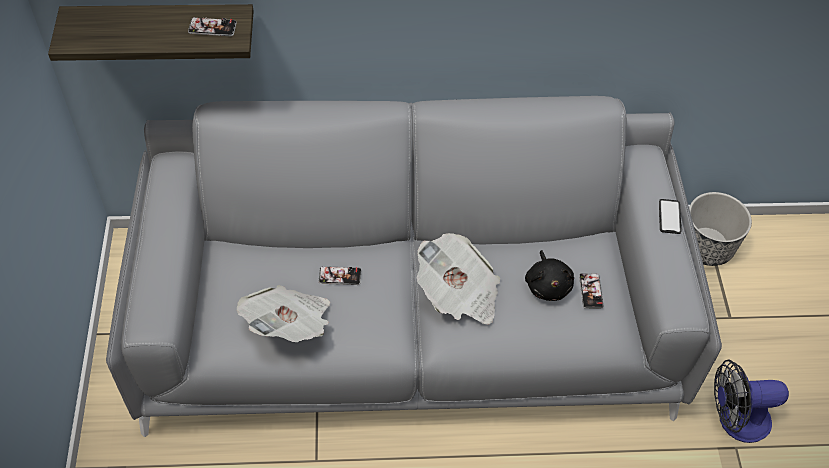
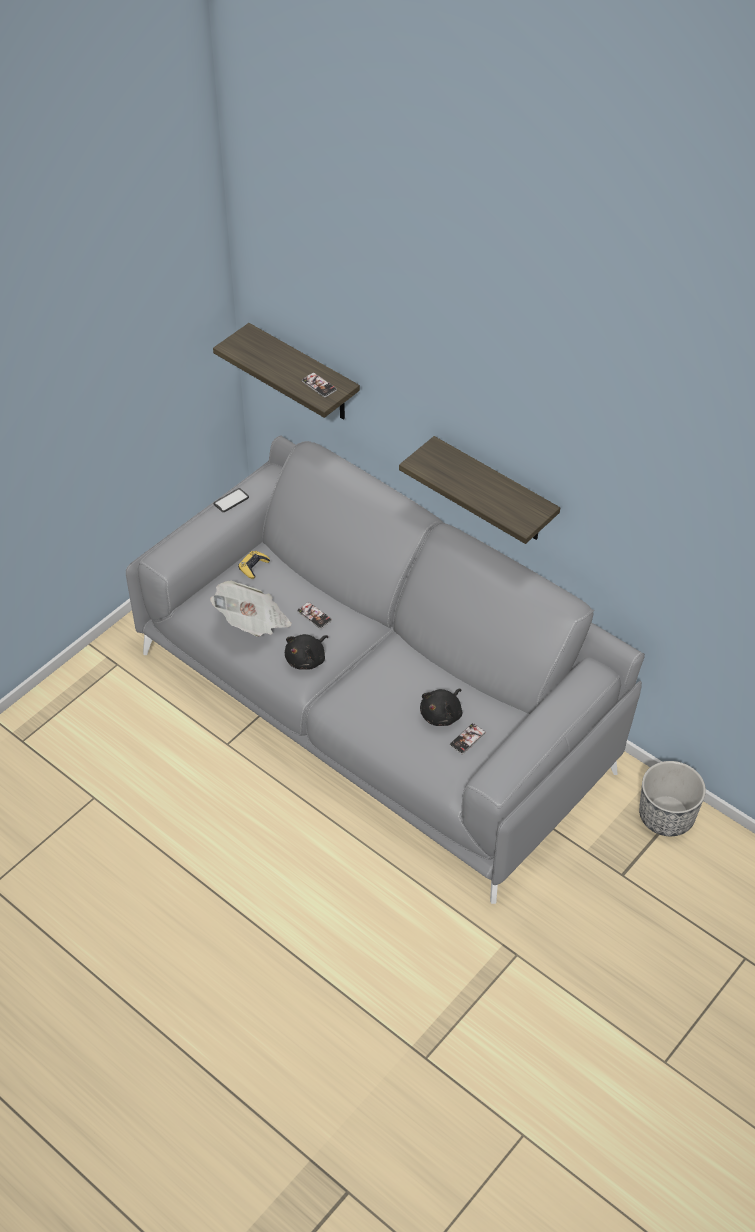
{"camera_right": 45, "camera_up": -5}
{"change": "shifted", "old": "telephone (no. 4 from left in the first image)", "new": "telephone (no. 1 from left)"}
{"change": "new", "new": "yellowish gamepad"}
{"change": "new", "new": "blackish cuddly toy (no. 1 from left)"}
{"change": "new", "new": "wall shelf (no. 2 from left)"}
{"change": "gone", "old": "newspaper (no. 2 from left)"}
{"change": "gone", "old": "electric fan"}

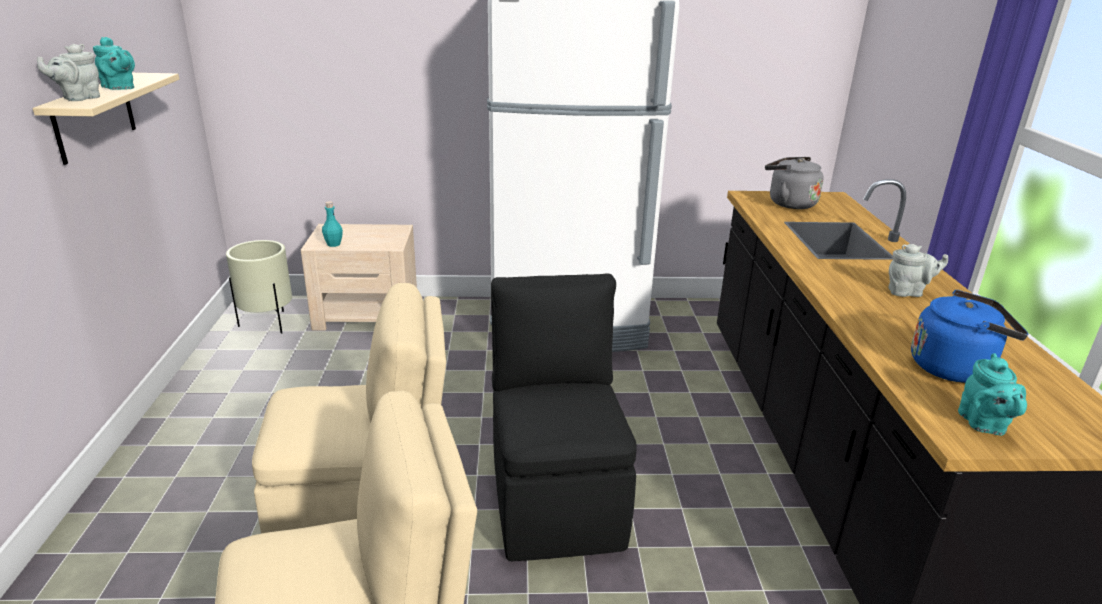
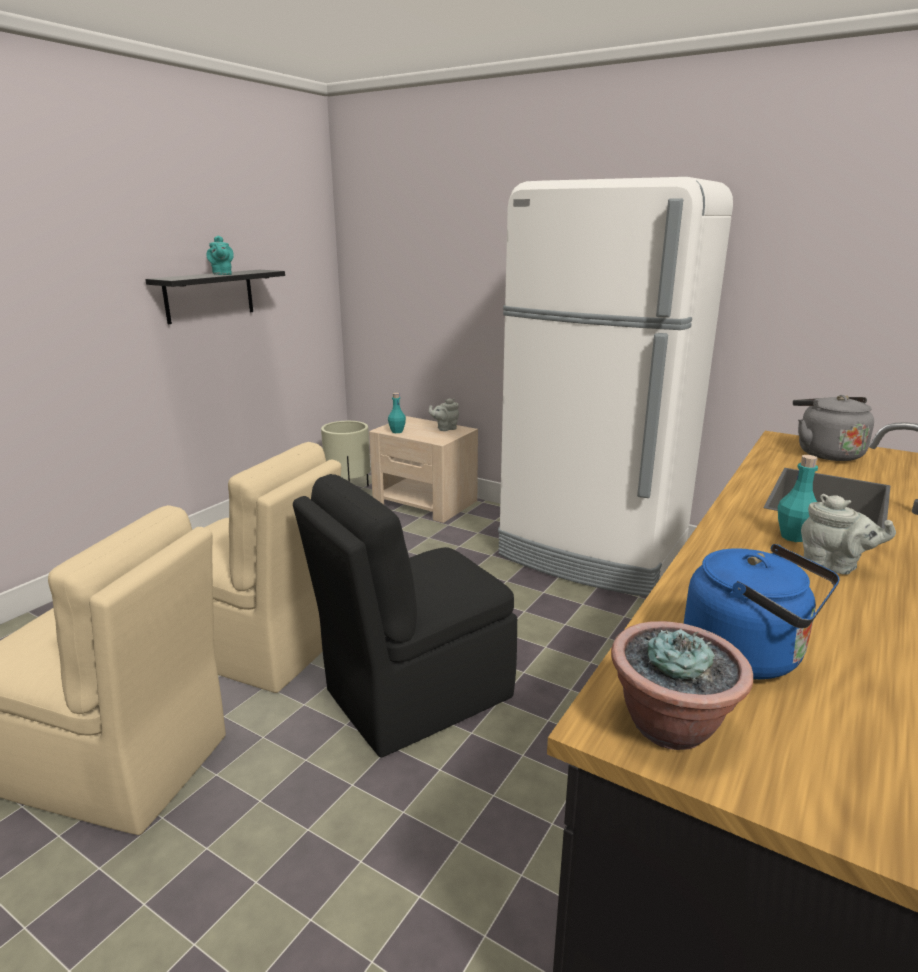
{"camera_right": 35, "camera_up": -5}
{"change": "repainted", "old": "sand-coloured wall shelf", "new": "blackish wall shelf"}
{"change": "rotated", "old": "blackish plain chair", "degrees": -150}
{"change": "shifted", "old": "greyish tea pot (no. 1 from left)"}
{"change": "swapped", "old": "turquoise tea pot (no. 2 from left)", "new": "plant in a pot"}
{"change": "new", "new": "turquoise drink bottle (no. 2 from left)"}

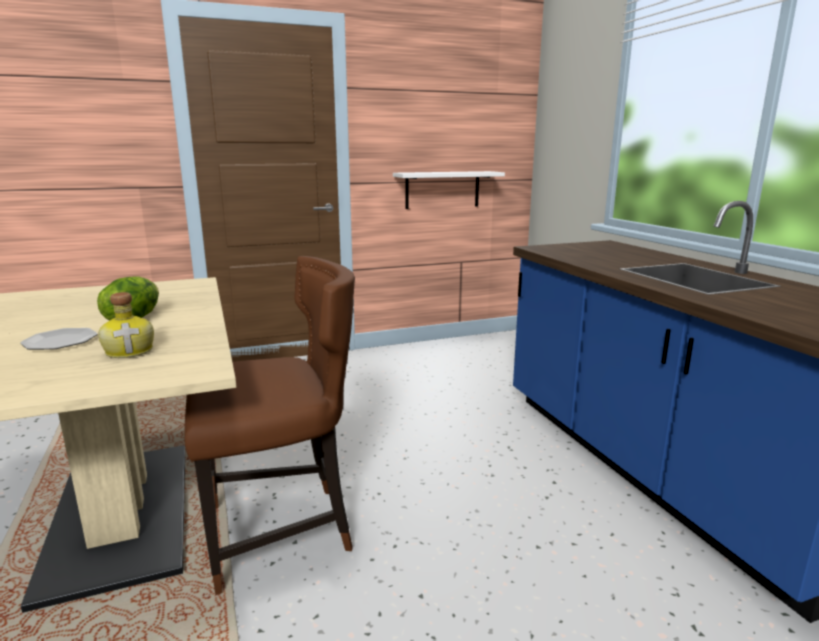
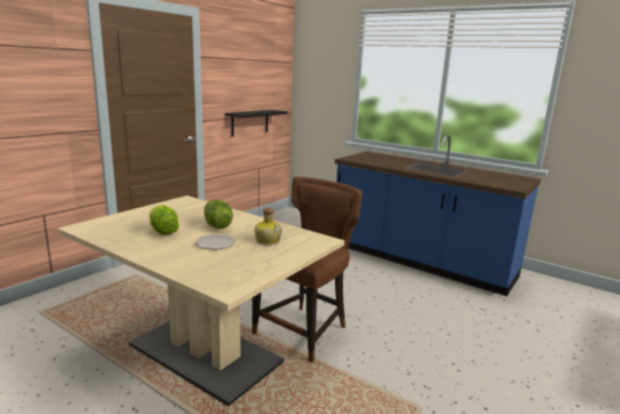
{"camera_right": -35, "camera_up": 0}
{"change": "new", "new": "lettuce (no. 1 from left)"}
{"change": "repainted", "old": "white wall shelf", "new": "blackish wall shelf"}

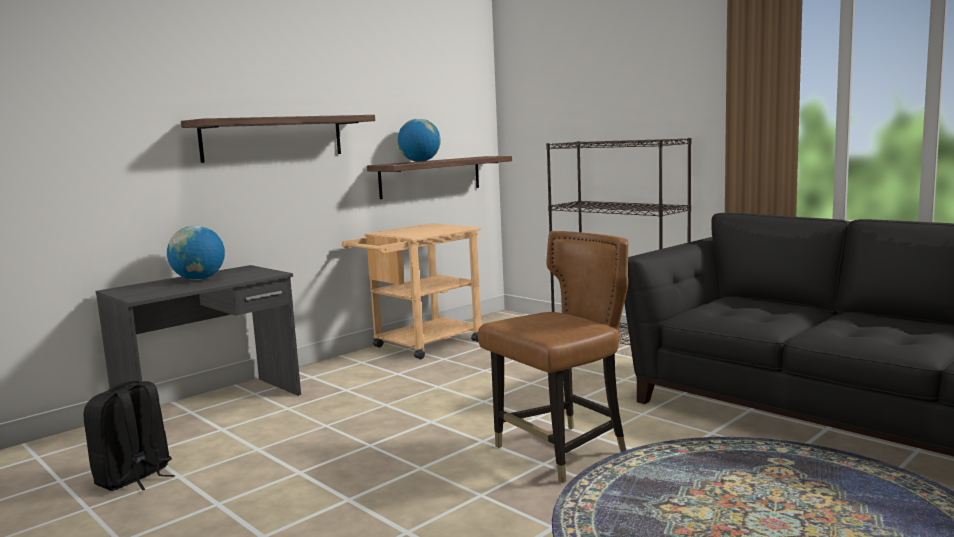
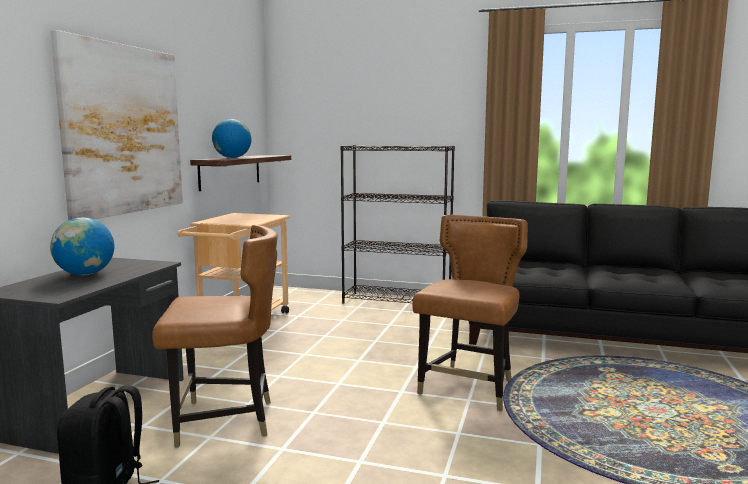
{"camera_right": -30, "camera_up": 0}
{"change": "swapped", "old": "wall shelf (no. 1 from left)", "new": "wall art"}
{"change": "new", "new": "brown plain chair (no. 1 from left)"}

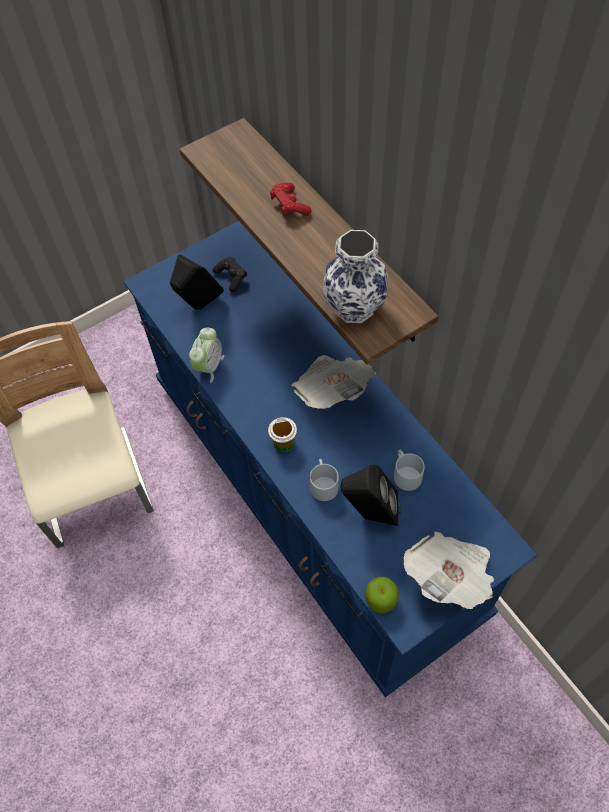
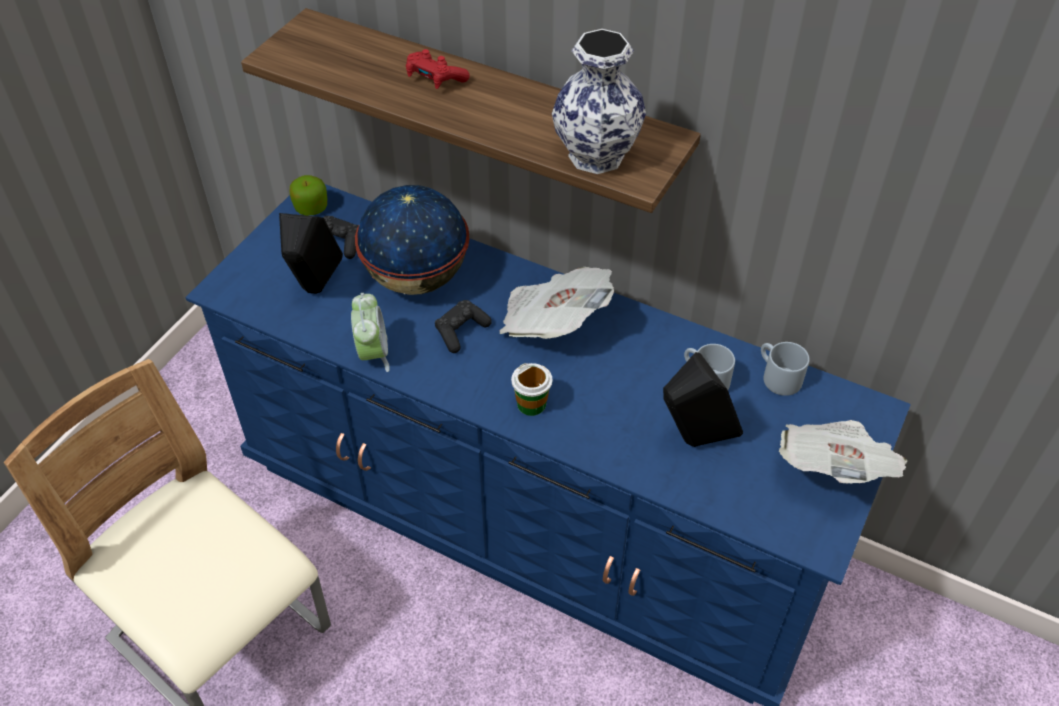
{"camera_right": -30, "camera_up": -10}
{"change": "shifted", "old": "apple"}
{"change": "new", "new": "globe"}
{"change": "new", "new": "blackish gamepad (no. 2 from left)"}
{"change": "shifted", "old": "greyish mug (no. 1 from left in the first image)", "new": "greyish mug (no. 2 from left)"}

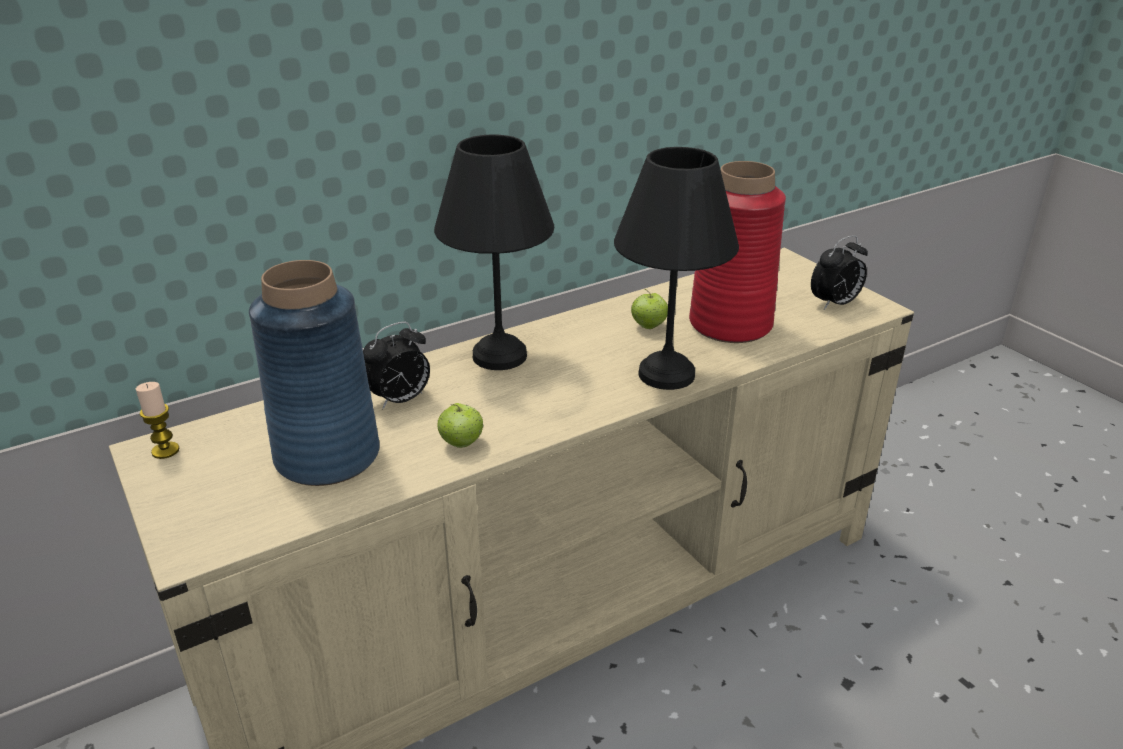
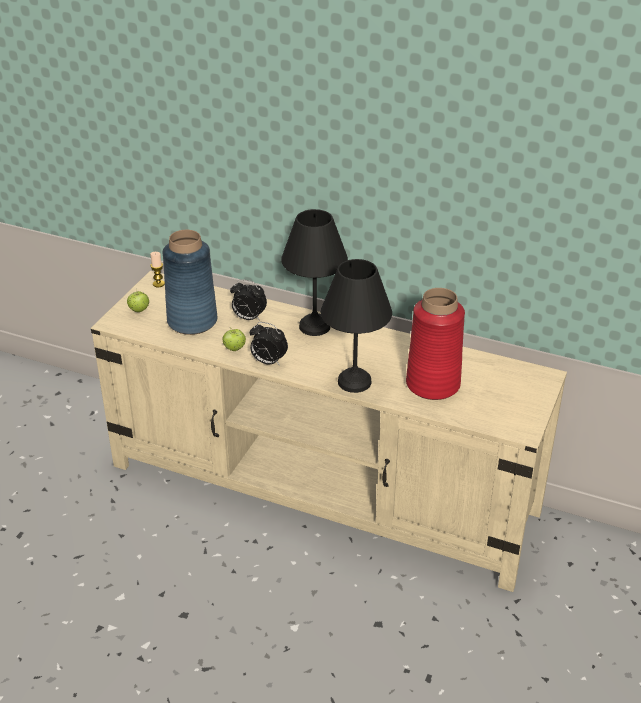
{"camera_right": 55, "camera_up": 5}
{"change": "shifted", "old": "apple (no. 2 from left in the first image)", "new": "apple (no. 1 from left)"}
{"change": "shifted", "old": "alarm clock (no. 2 from left)"}

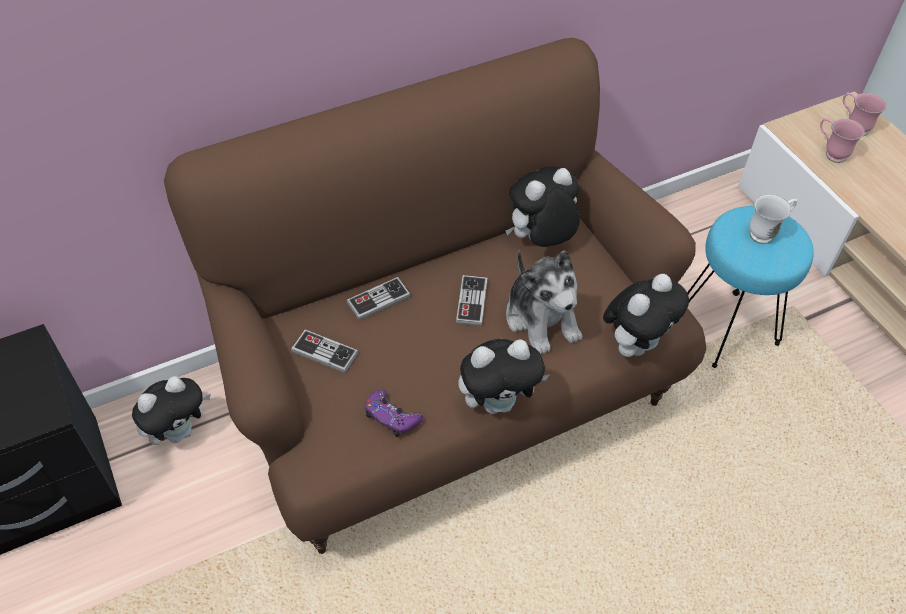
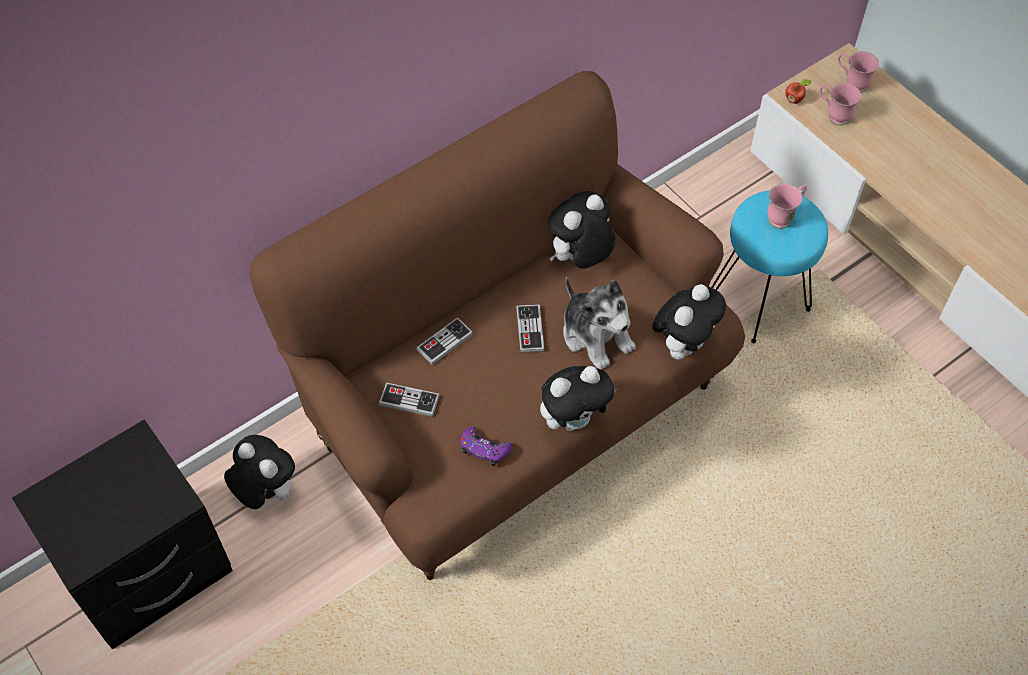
{"camera_right": -10, "camera_up": 5}
{"change": "rotated", "old": "cuddly toy (no. 1 from left)", "degrees": -90}
{"change": "repainted", "old": "white mug", "new": "pinkish mug (no. 1 from left)"}
{"change": "new", "new": "apple"}

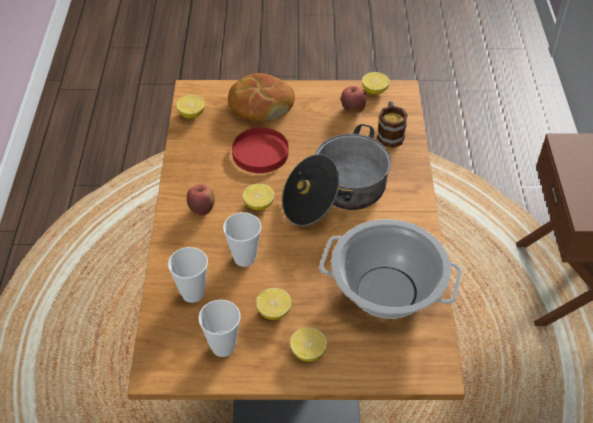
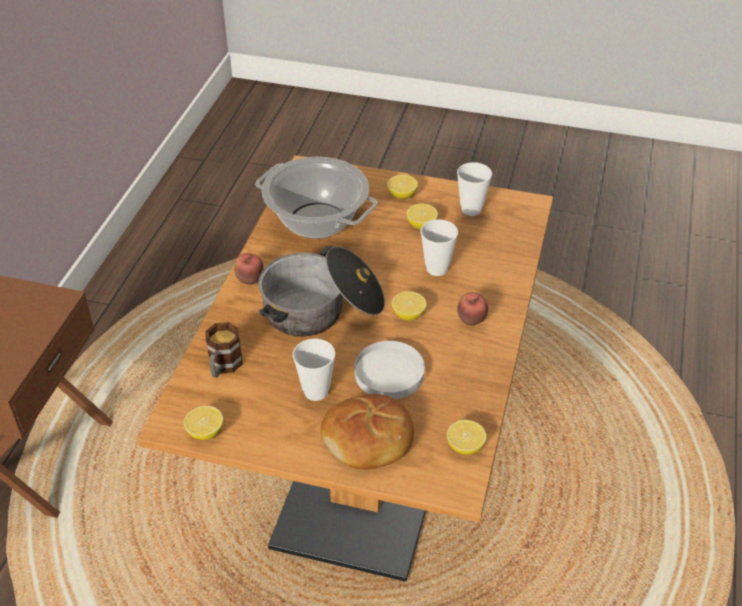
{"camera_right": -165, "camera_up": -5}
{"change": "shifted", "old": "apple (no. 2 from left in the first image)", "new": "apple (no. 1 from left)"}
{"change": "shifted", "old": "small cup (no. 1 from left)"}
{"change": "repainted", "old": "red flat dish", "new": "white flat dish"}

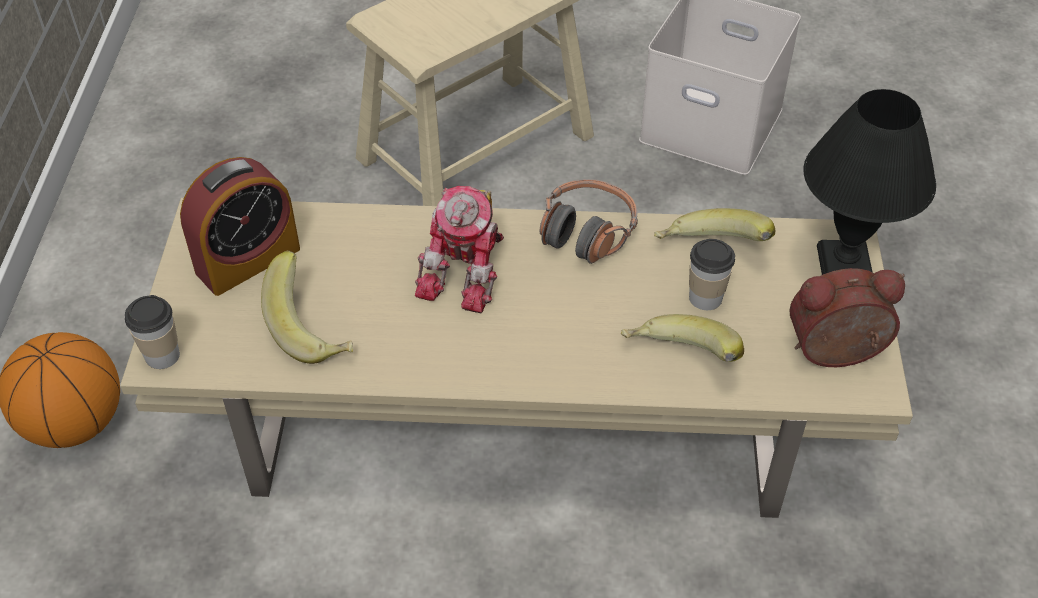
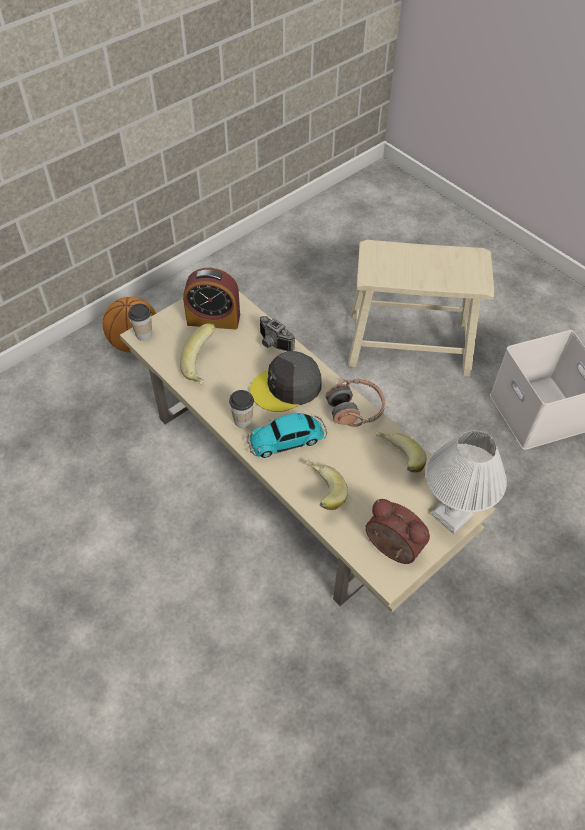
{"camera_right": 45, "camera_up": 5}
{"change": "shifted", "old": "small cup (no. 2 from left)"}
{"change": "new", "new": "miniature car"}
{"change": "swapped", "old": "model robot", "new": "greyish cap"}
{"change": "new", "new": "still camera"}
{"change": "repainted", "old": "blackish lamp for a table", "new": "white lamp for a table"}

